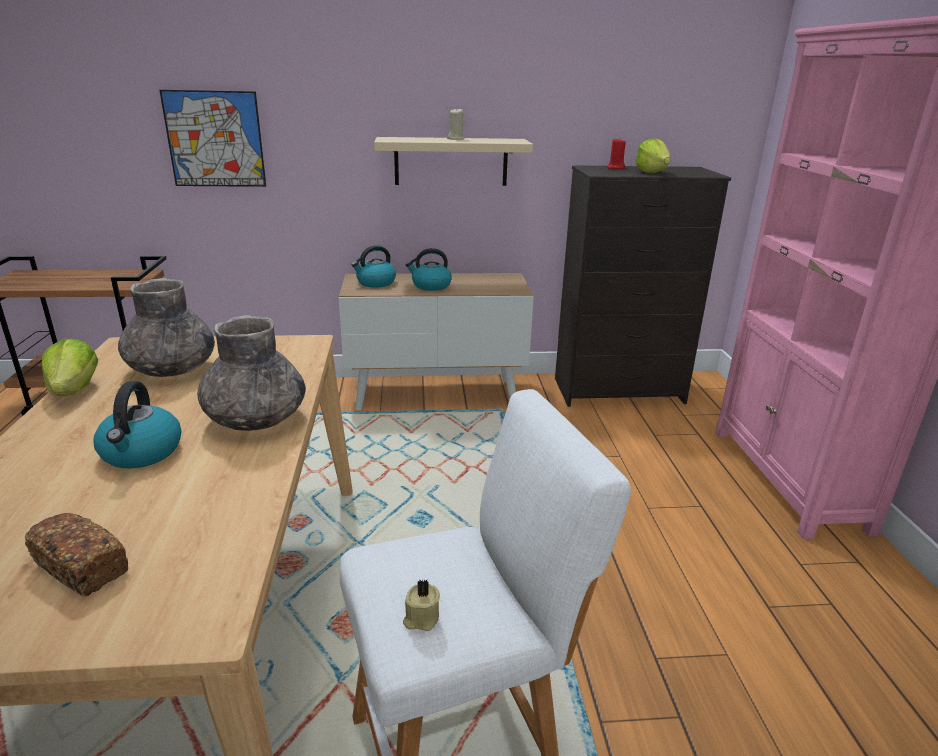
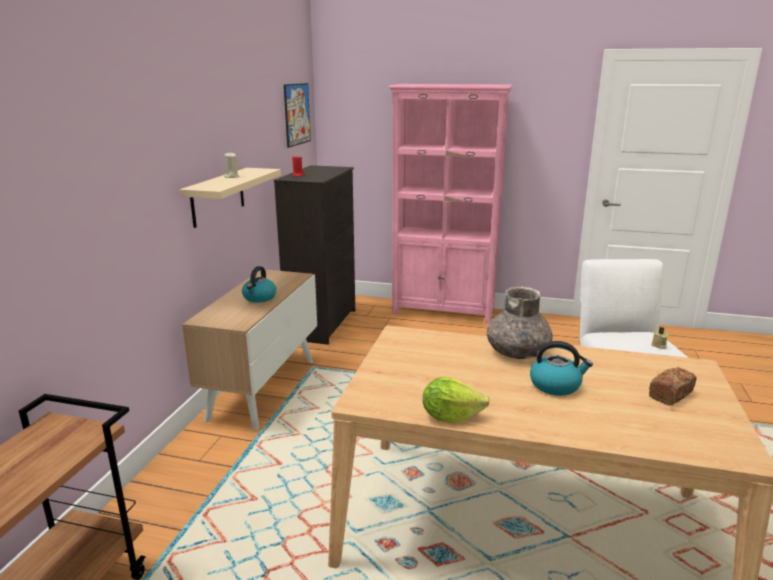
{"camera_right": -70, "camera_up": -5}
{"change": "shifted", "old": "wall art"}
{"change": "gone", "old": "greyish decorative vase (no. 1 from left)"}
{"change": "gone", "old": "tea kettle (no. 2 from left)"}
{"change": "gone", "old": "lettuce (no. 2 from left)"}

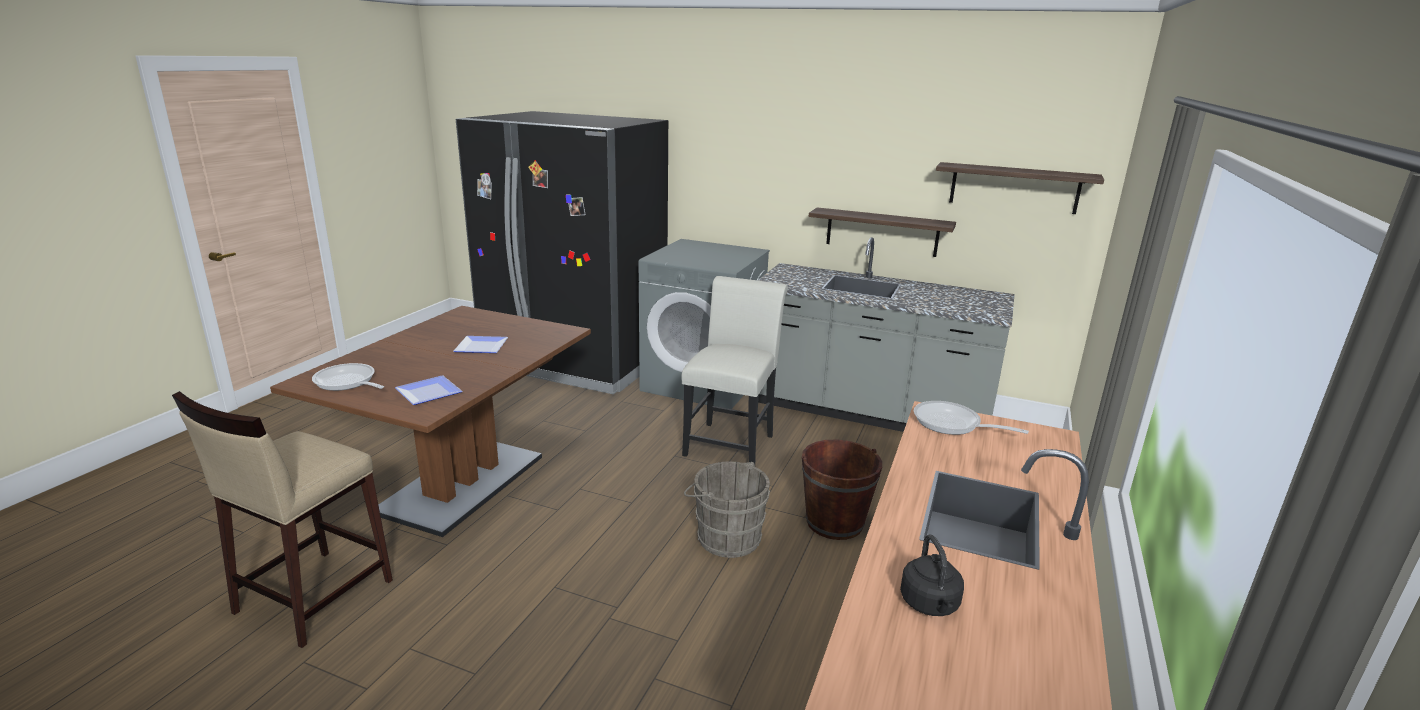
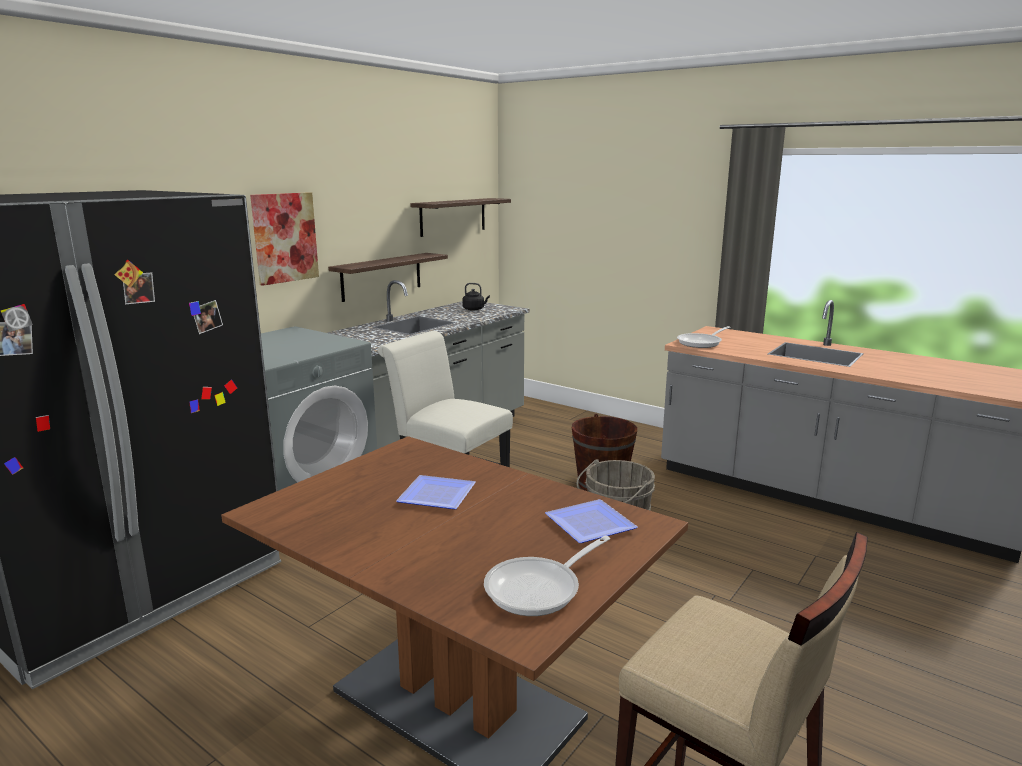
{"camera_right": -75, "camera_up": -5}
{"change": "new", "new": "wall art"}
{"change": "shifted", "old": "blackish tea kettle"}

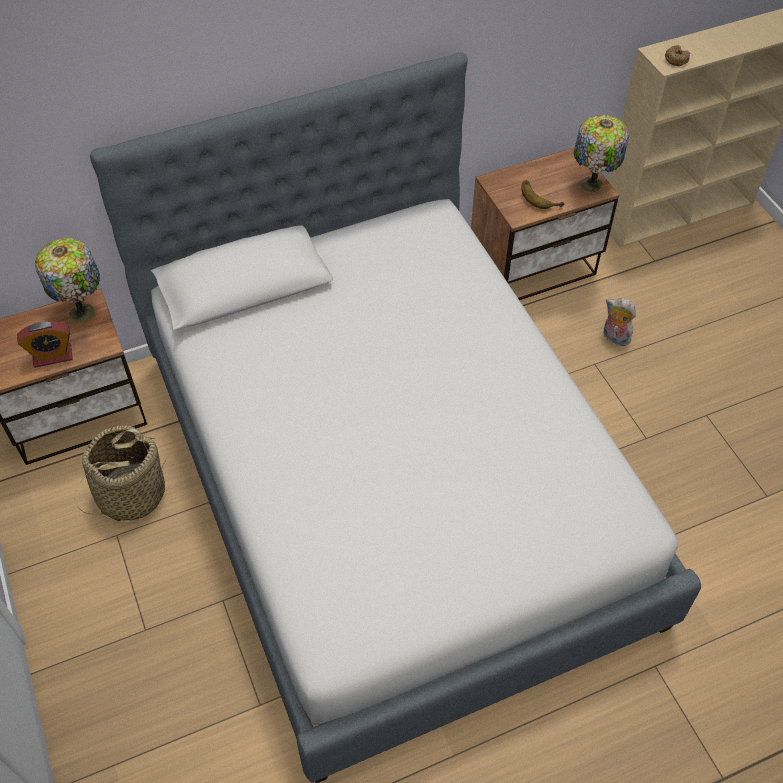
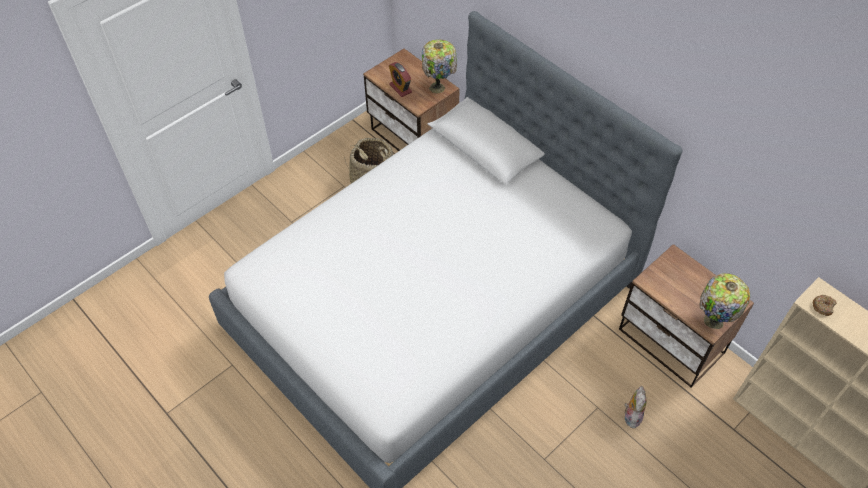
{"camera_right": 70, "camera_up": 0}
{"change": "gone", "old": "banana fruit"}

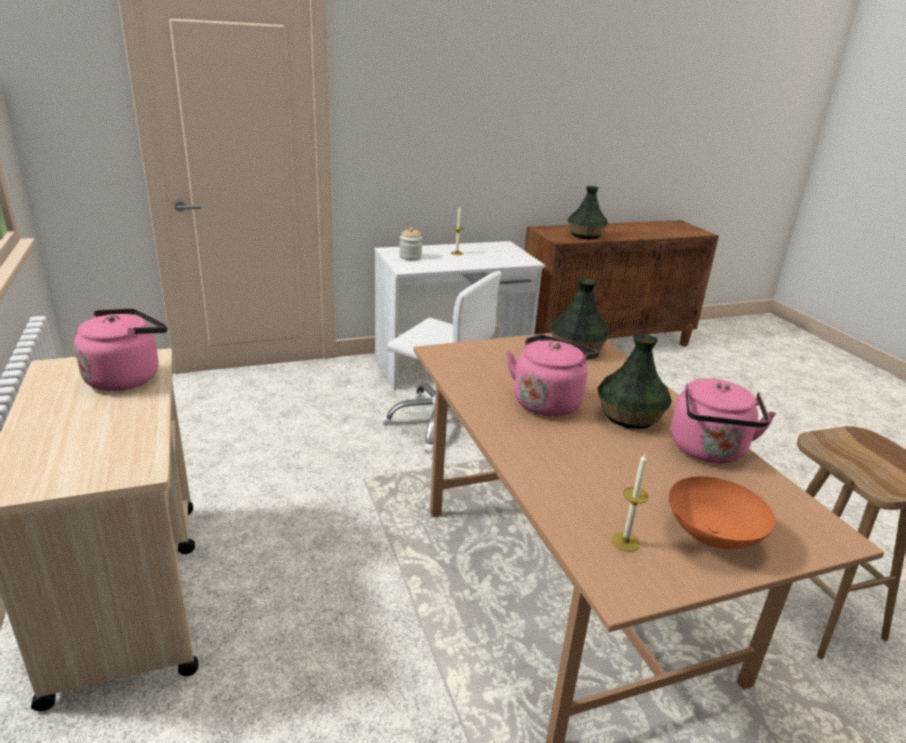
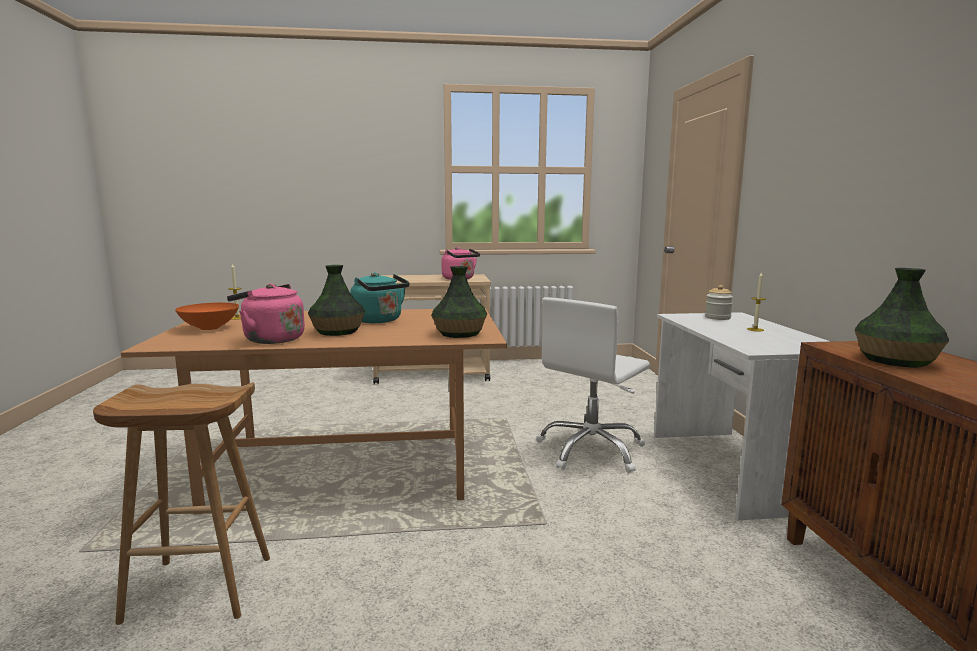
{"camera_right": 105, "camera_up": -15}
{"change": "repainted", "old": "pinkish tea kettle (no. 2 from left)", "new": "turquoise tea kettle"}

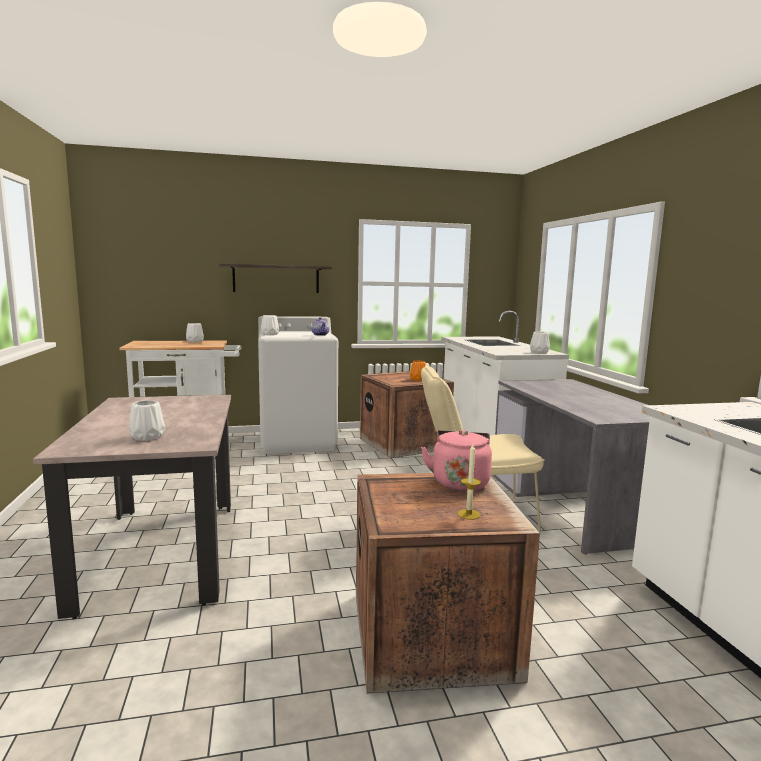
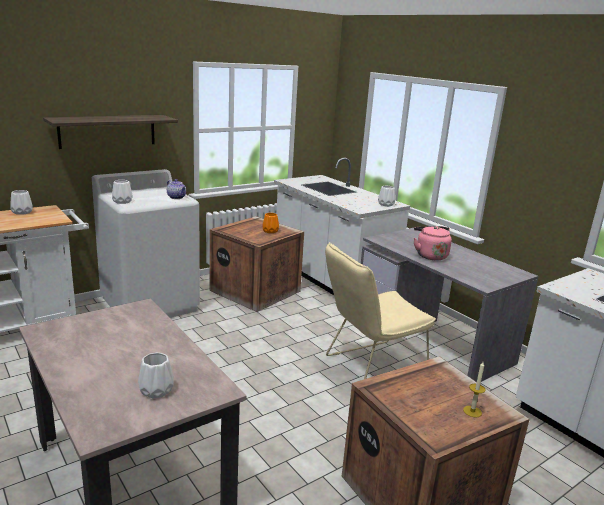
{"camera_right": -25, "camera_up": 10}
{"change": "shifted", "old": "pinkish tea kettle"}

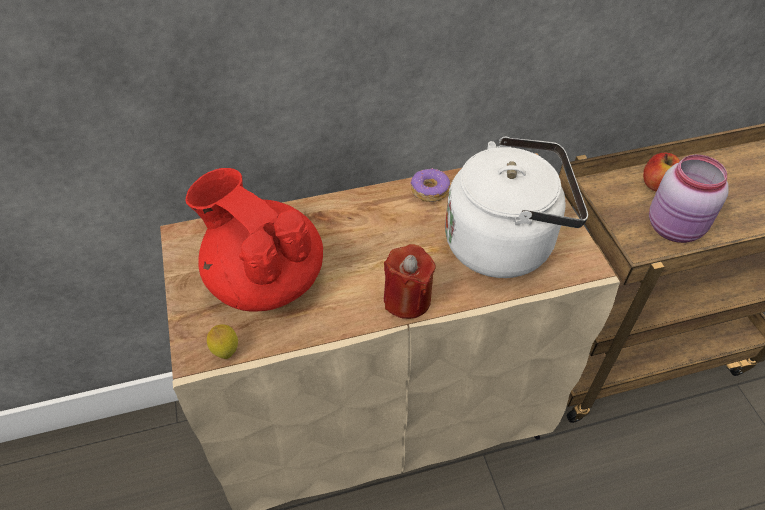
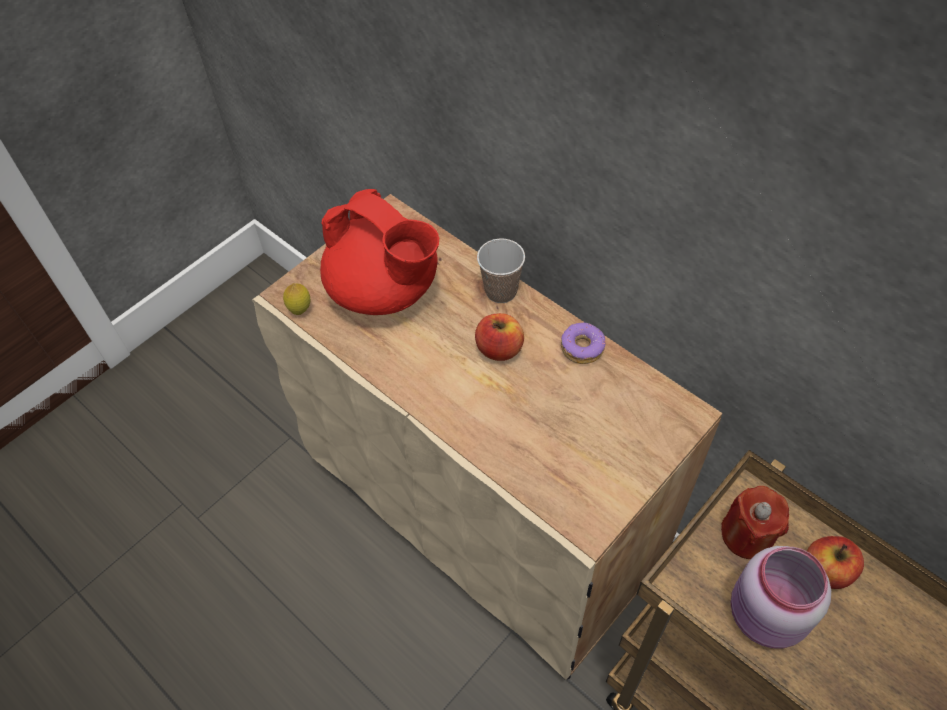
{"camera_right": 60, "camera_up": 5}
{"change": "rotated", "old": "red tea pot", "degrees": 120}
{"change": "new", "new": "apple (no. 1 from left)"}
{"change": "new", "new": "small cup"}
{"change": "shifted", "old": "red wax light"}
{"change": "gone", "old": "white tea kettle"}

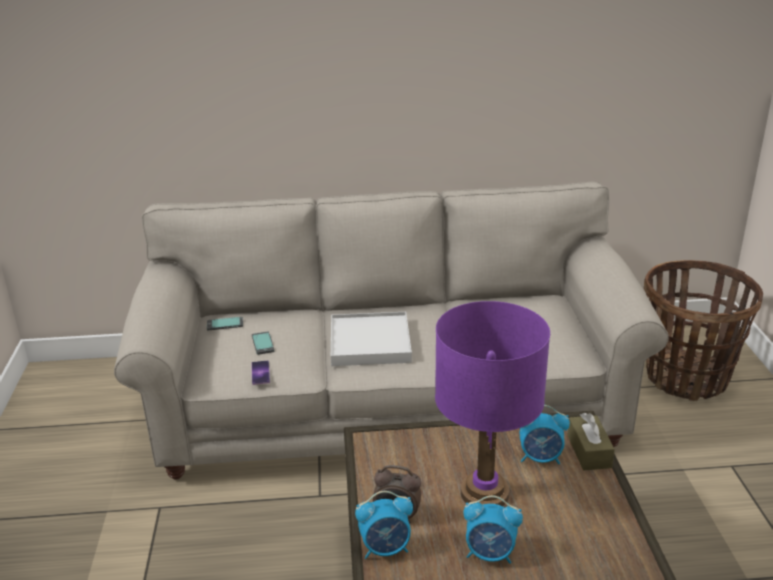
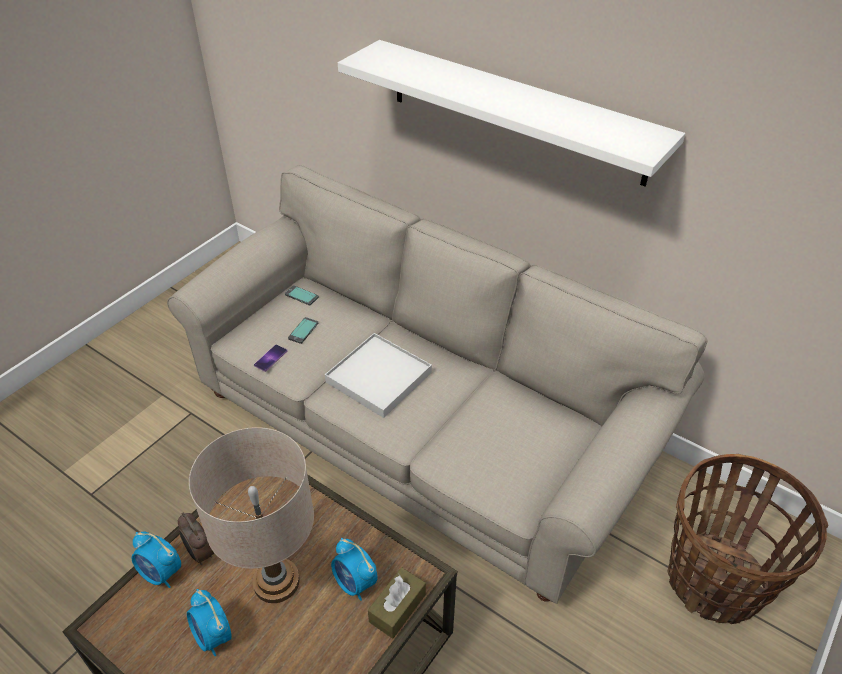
{"camera_right": 40, "camera_up": 15}
{"change": "repainted", "old": "purple-coloured lamp for a table", "new": "sand-coloured lamp for a table"}
{"change": "new", "new": "white wall shelf"}

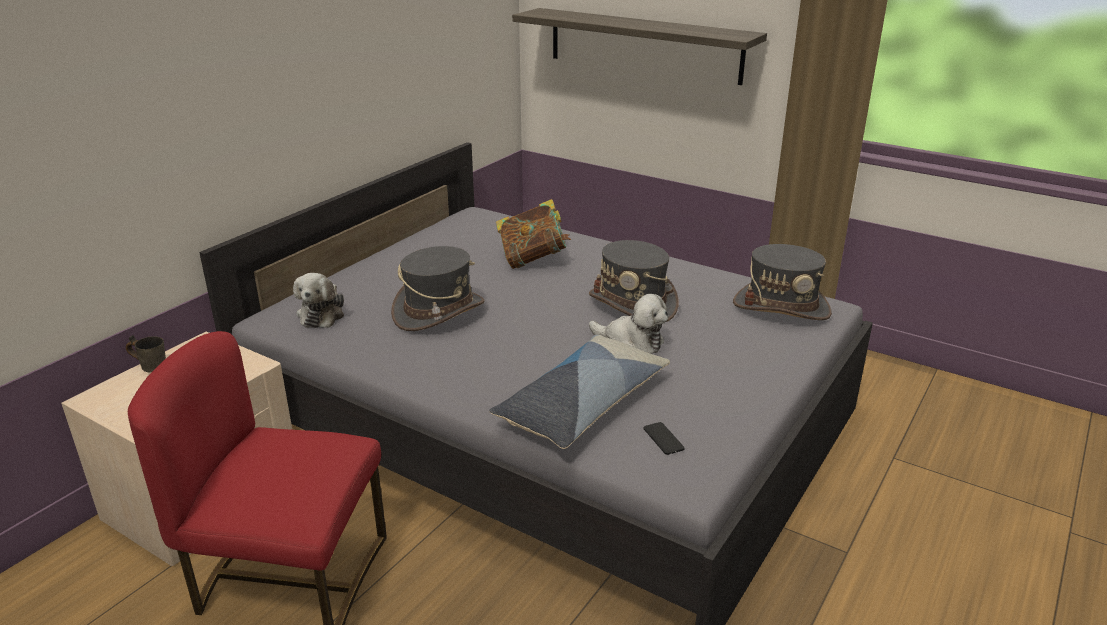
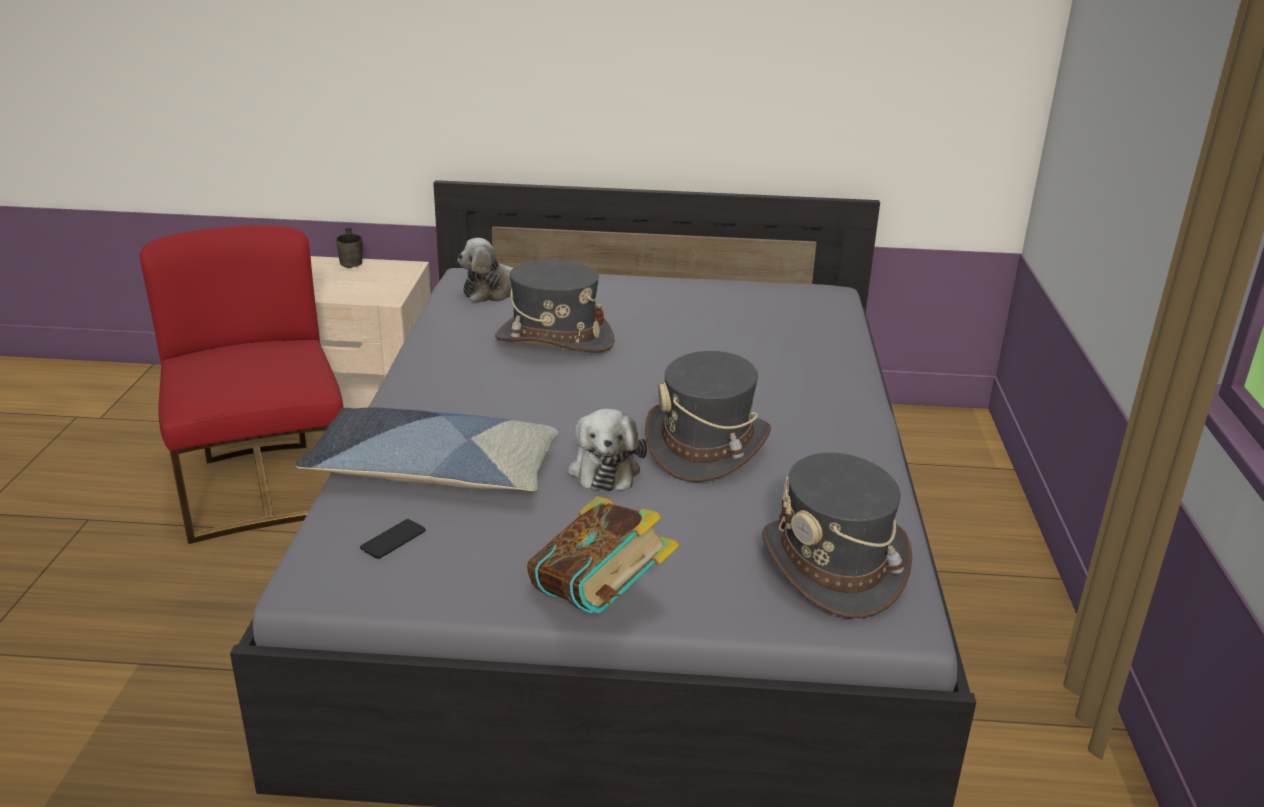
{"camera_right": 60, "camera_up": 0}
{"change": "shifted", "old": "book"}
{"change": "gone", "old": "wall shelf"}

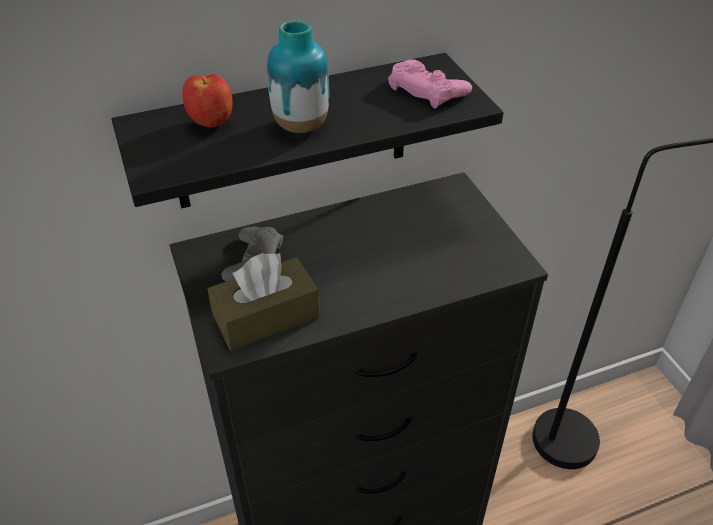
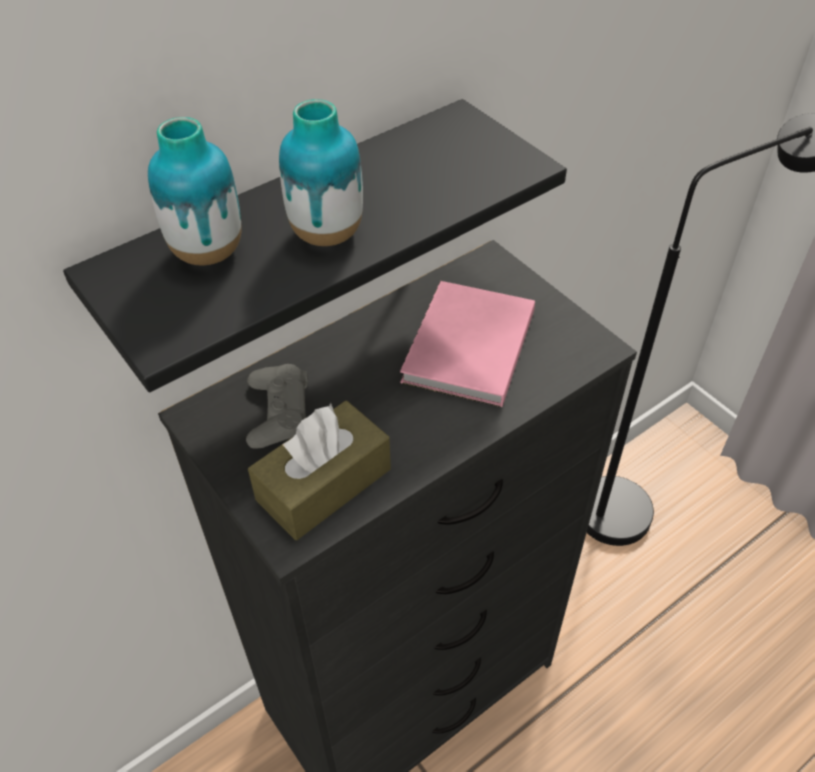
{"camera_right": -15, "camera_up": 5}
{"change": "swapped", "old": "apple", "new": "decorative vase (no. 1 from left)"}
{"change": "new", "new": "pinkish book"}
{"change": "gone", "old": "pinkish gamepad"}

